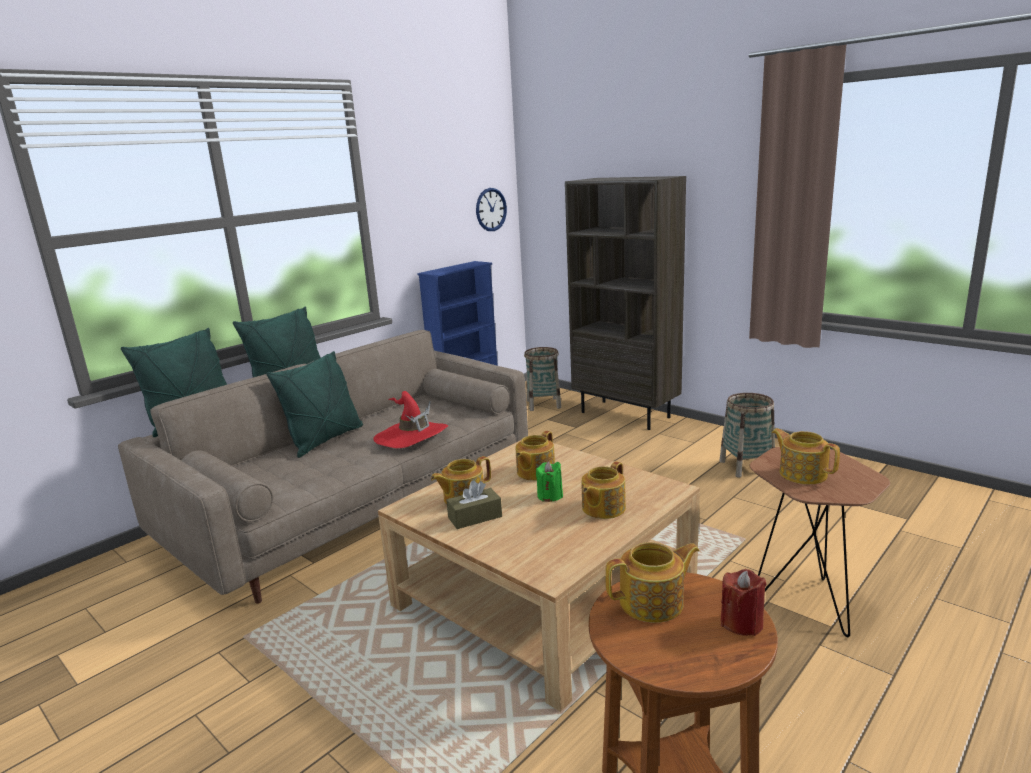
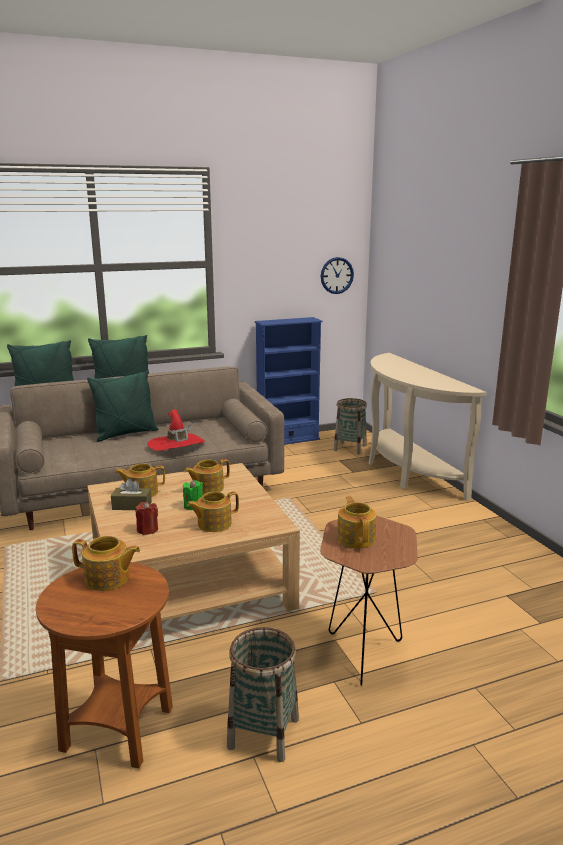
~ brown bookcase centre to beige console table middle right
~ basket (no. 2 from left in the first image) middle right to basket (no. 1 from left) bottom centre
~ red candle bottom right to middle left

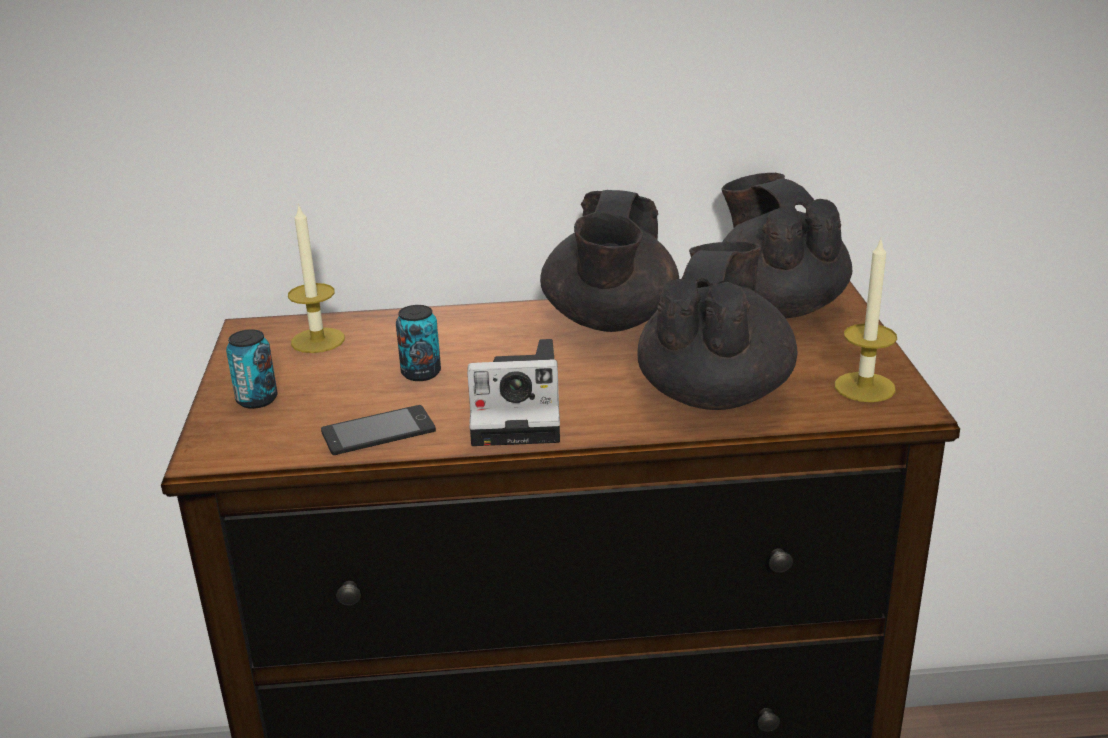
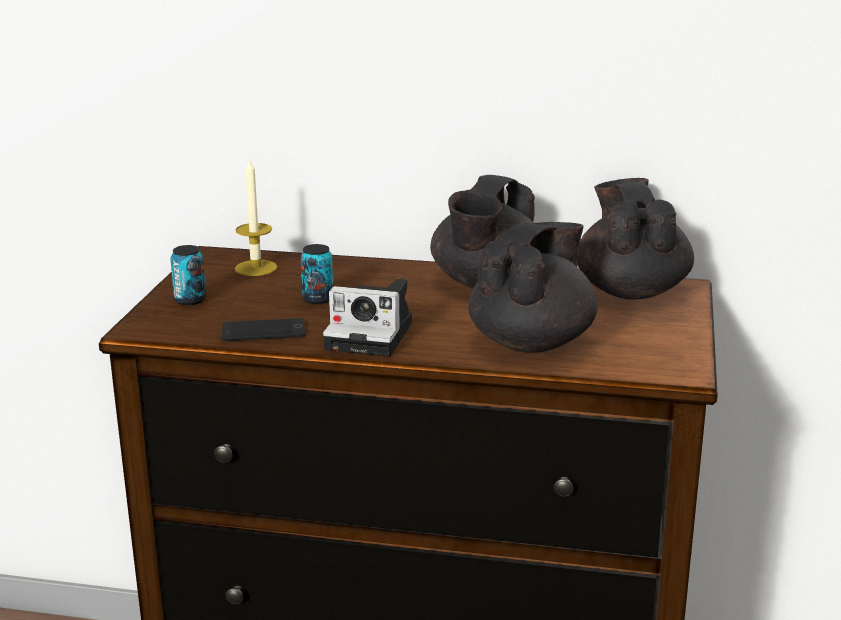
- candle (no. 2 from left) middle right

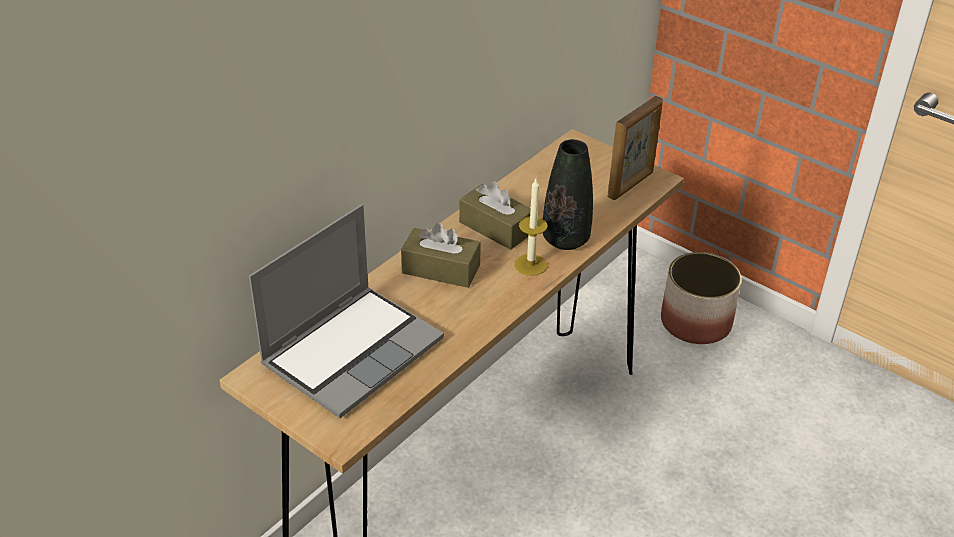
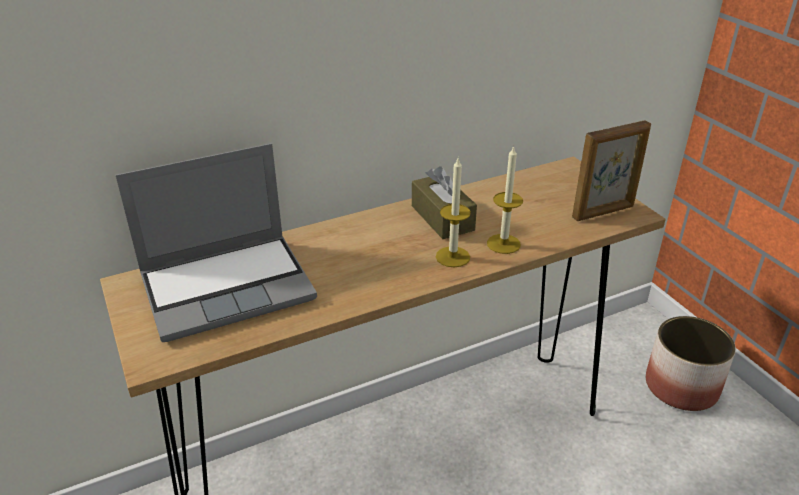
- brown tissue box (no. 1 from left) centre
~ black vase centre to candle (no. 2 from left) centre

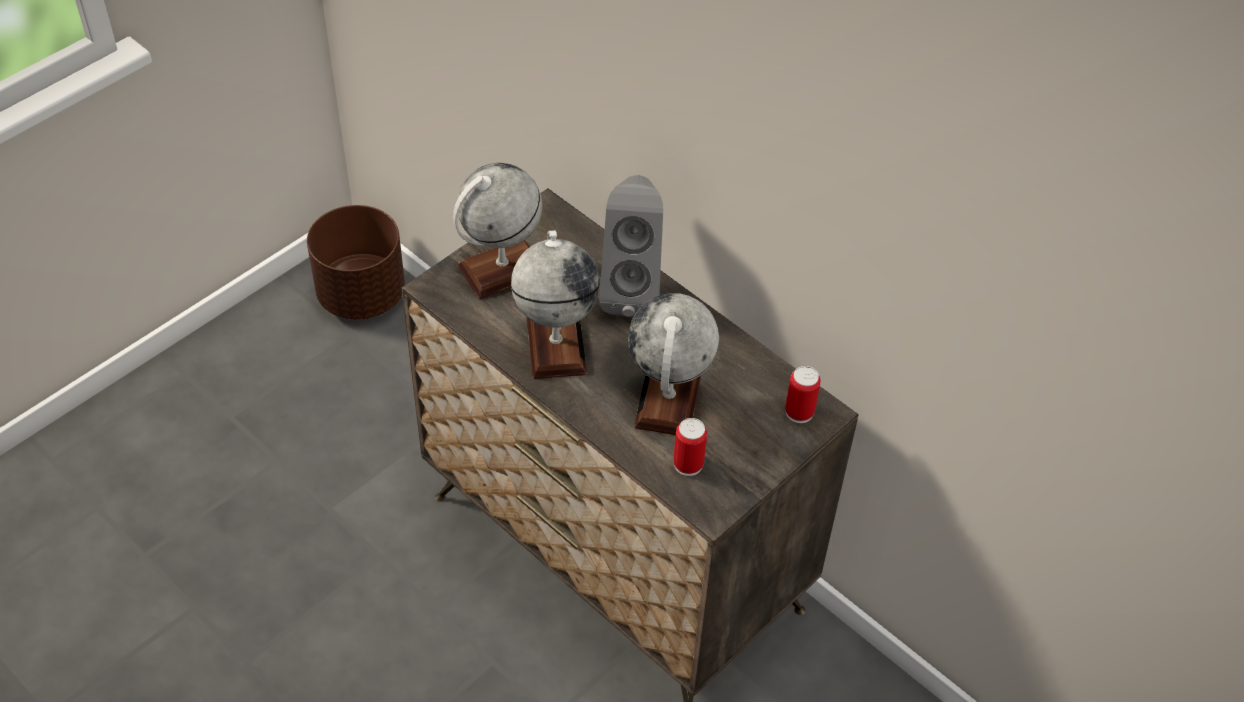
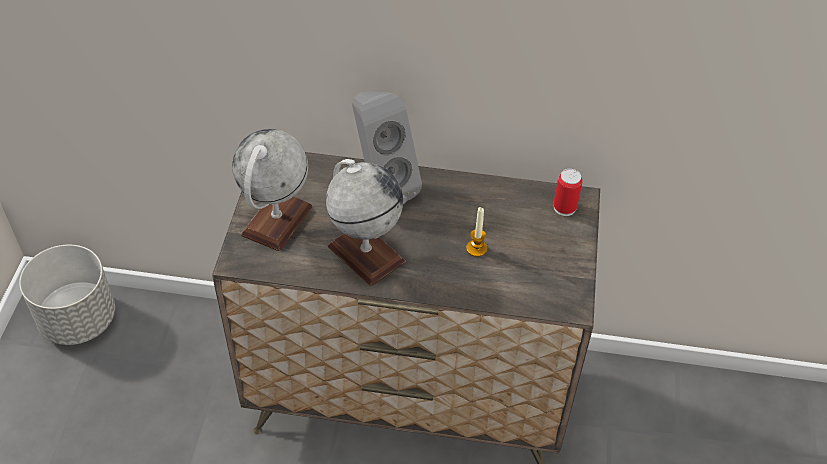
~ brown planter middle left to grey planter middle left
~ globe (no. 3 from left) centre to candle centre
- can (no. 1 from left) centre

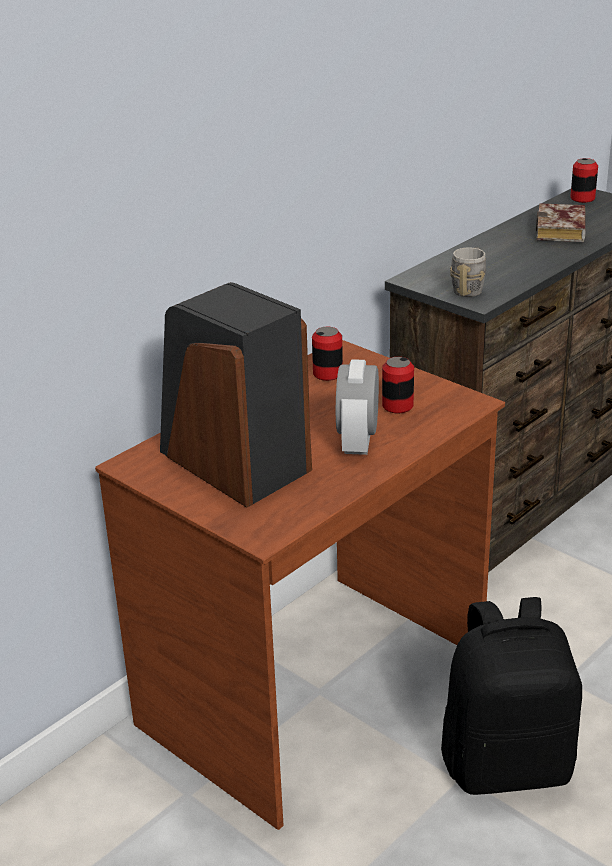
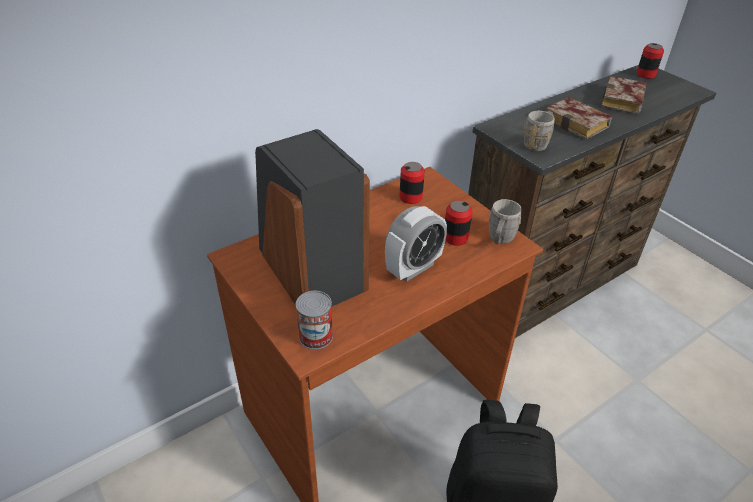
~ alarm clock centre = centre 150 degrees counterclockwise
+ can (no. 1 from left) centre
+ grey mug (no. 1 from left) middle right
+ book (no. 1 from left) top right

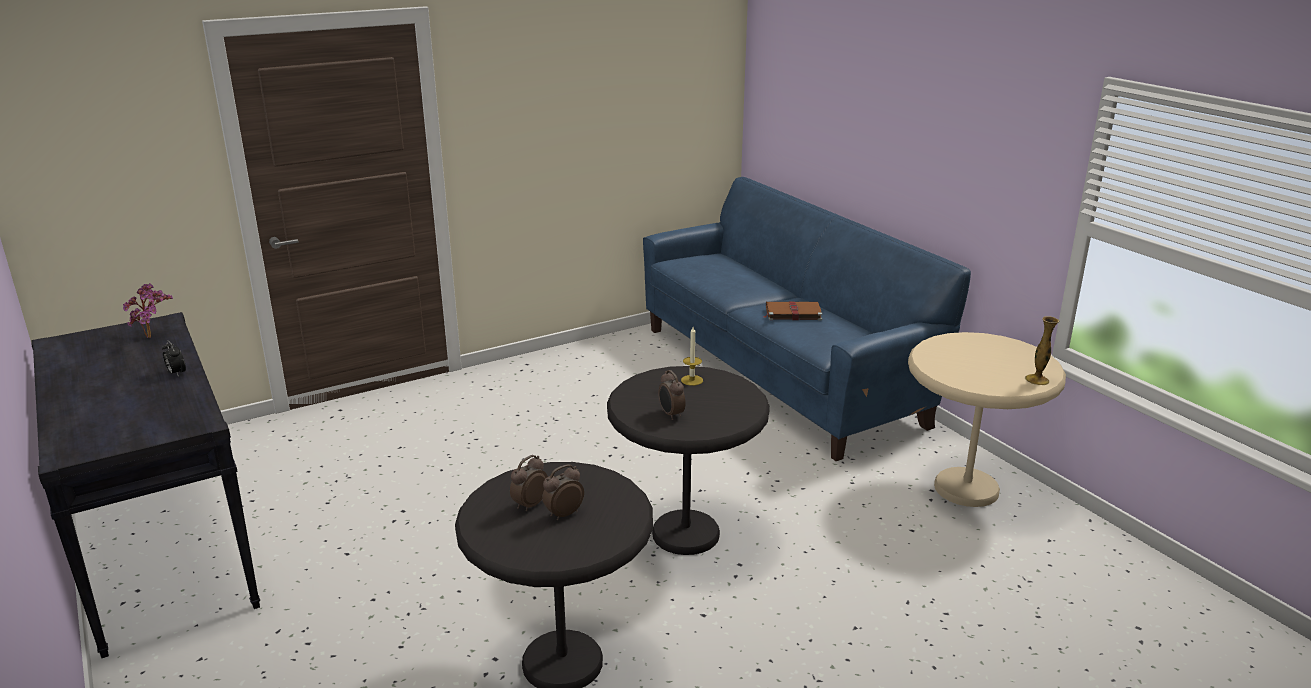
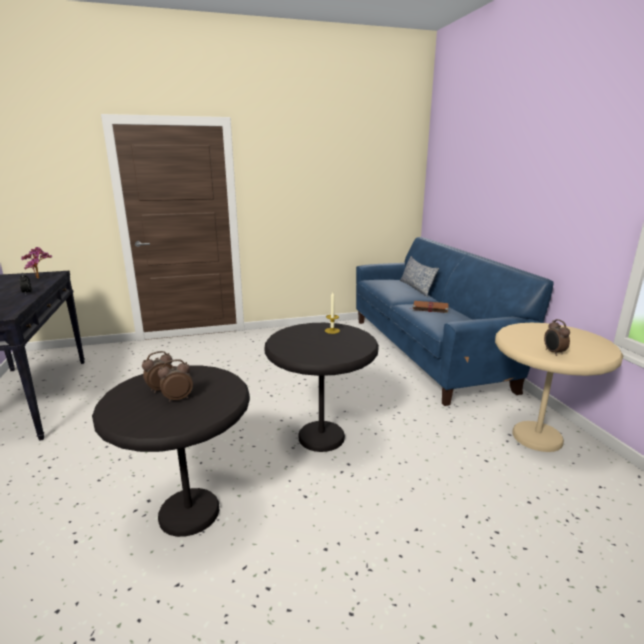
~ alarm clock (no. 4 from left) centre to middle right
- vase middle right
+ pillow centre

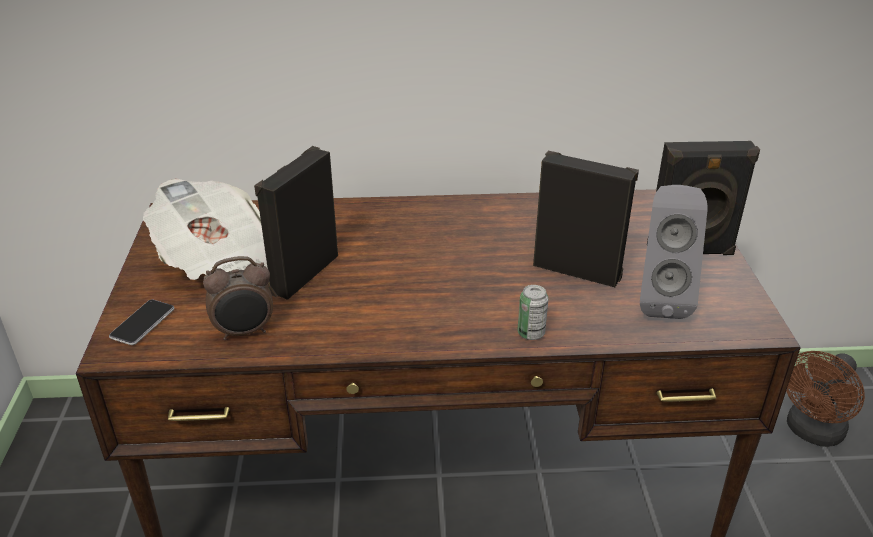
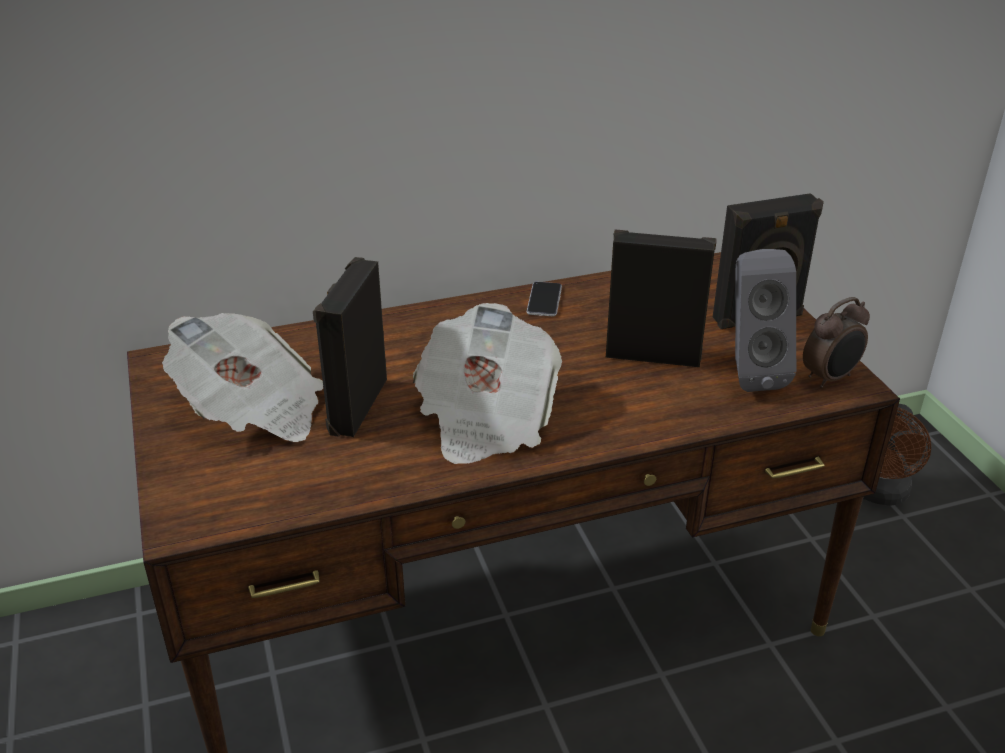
~ phone middle left to centre
~ alarm clock middle left to middle right
- can centre
+ newspaper (no. 2 from left) centre

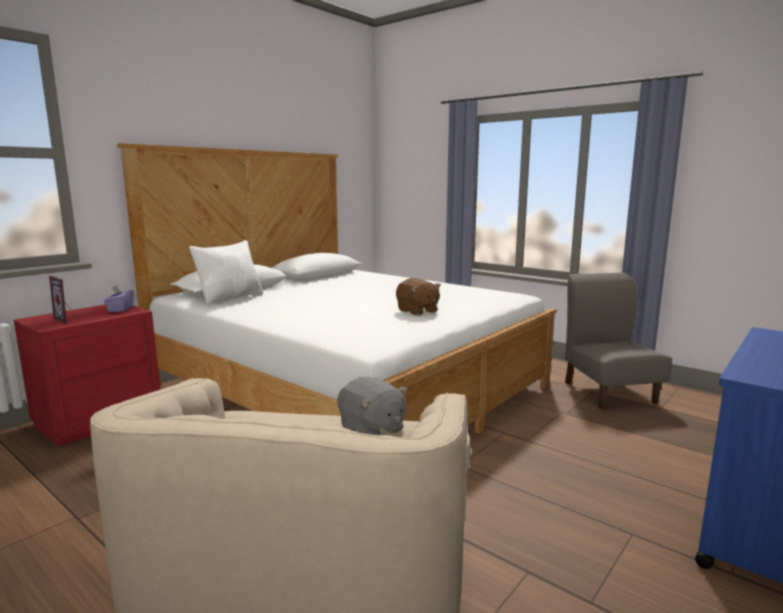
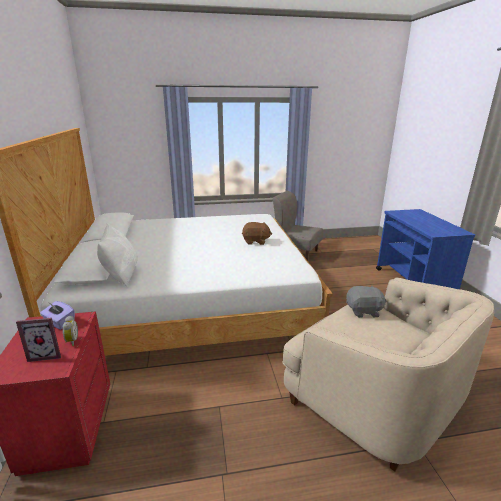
+ alarm clock middle left

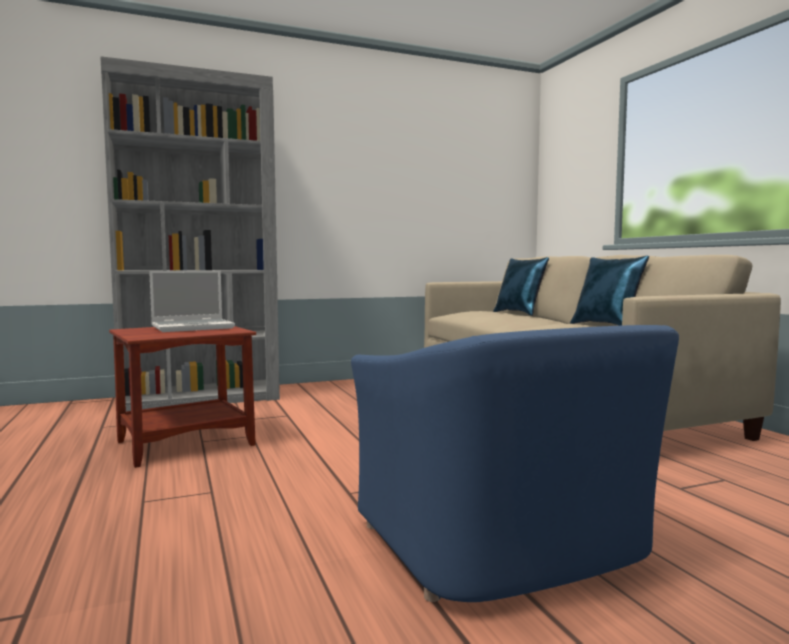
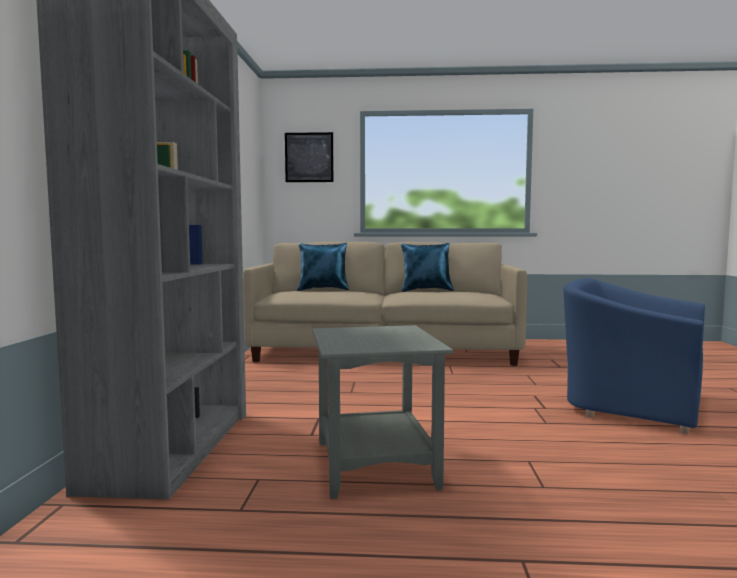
~ brown side table middle left to grey side table bottom centre
- laptop middle left
~ blue armchair bottom centre = middle right 150 degrees counterclockwise
+ picture top centre

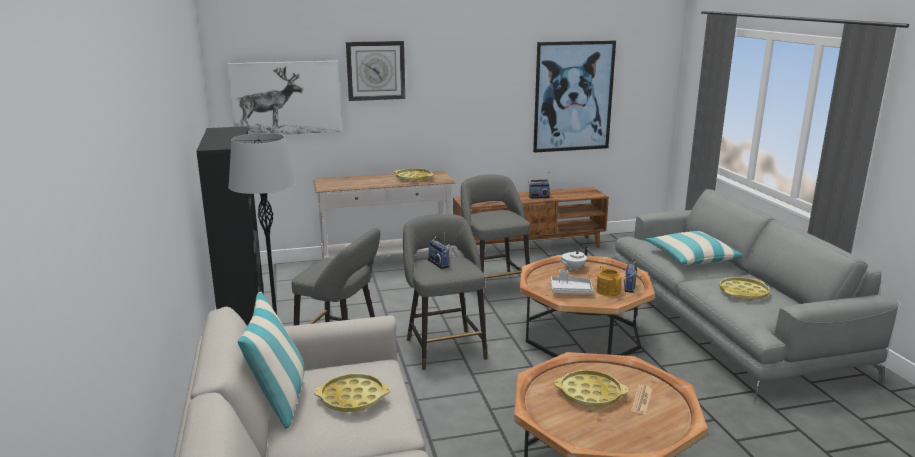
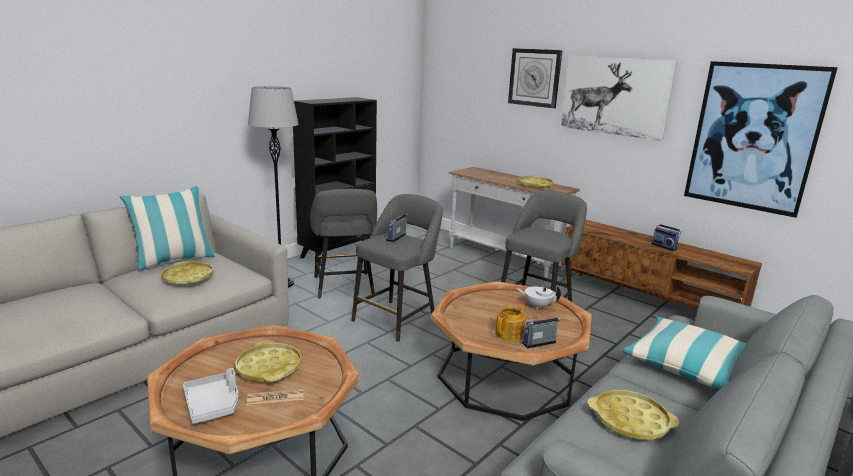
~ picture (no. 1 from left) top left to top right
~ grey tray centre to bottom left

